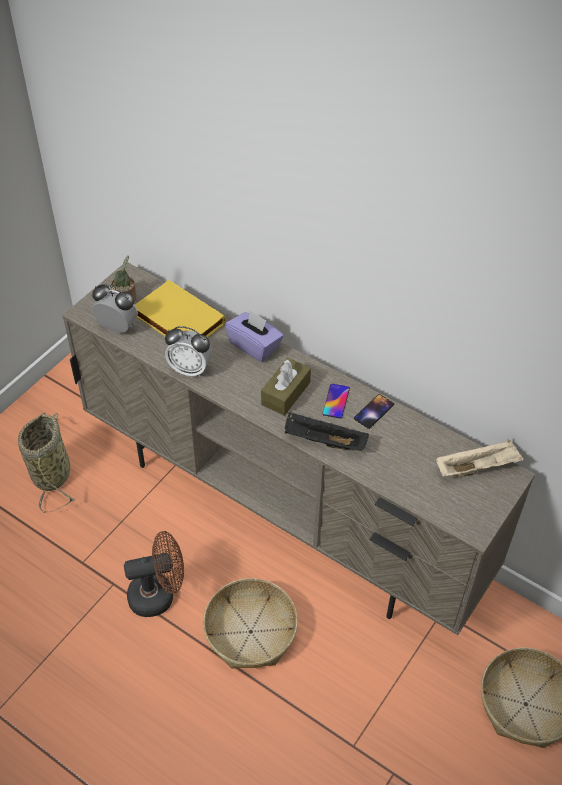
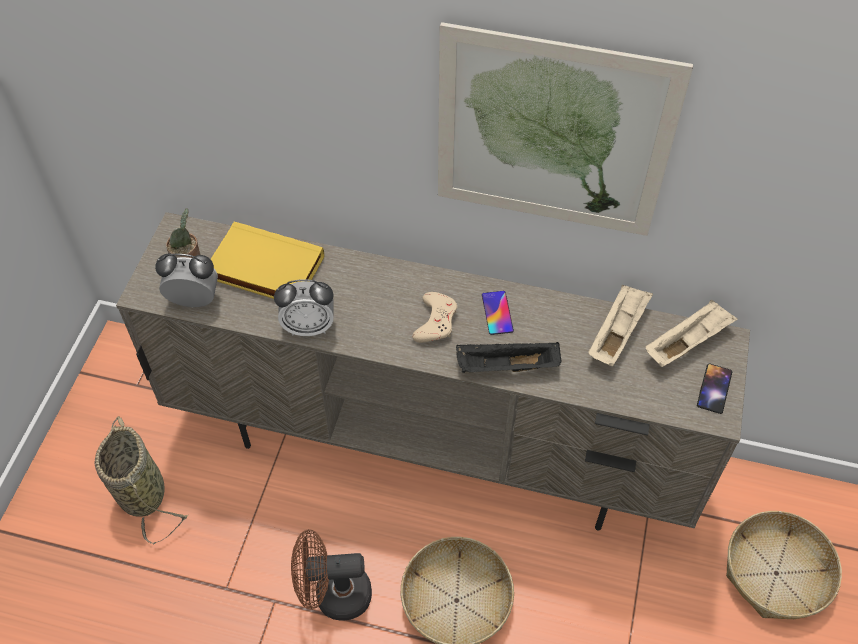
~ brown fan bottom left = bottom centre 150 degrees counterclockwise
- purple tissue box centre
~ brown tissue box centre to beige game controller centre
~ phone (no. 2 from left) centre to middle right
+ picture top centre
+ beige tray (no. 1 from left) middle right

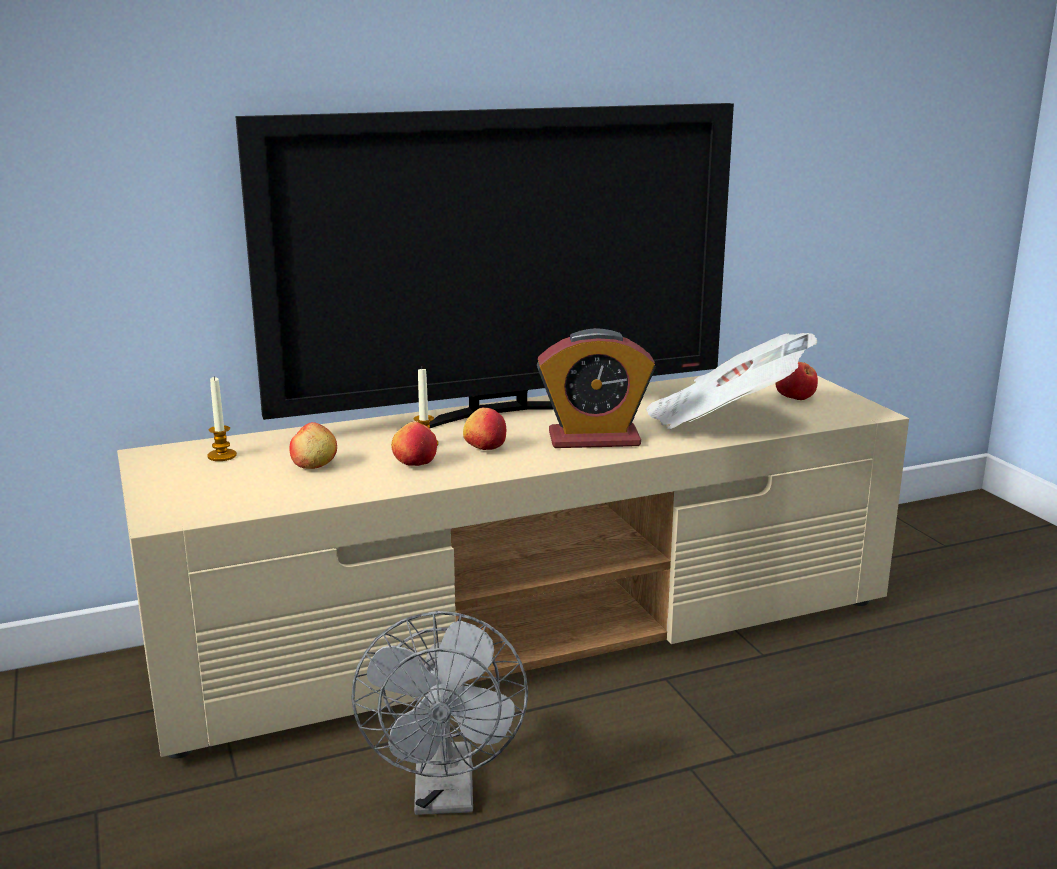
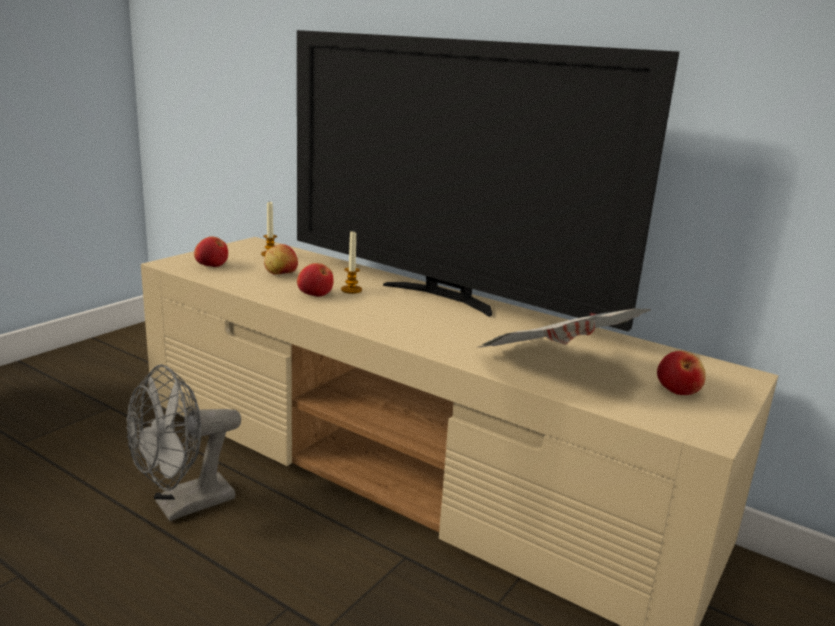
~ apple (no. 3 from left in the first image) centre to apple (no. 1 from left) middle left
- alarm clock centre

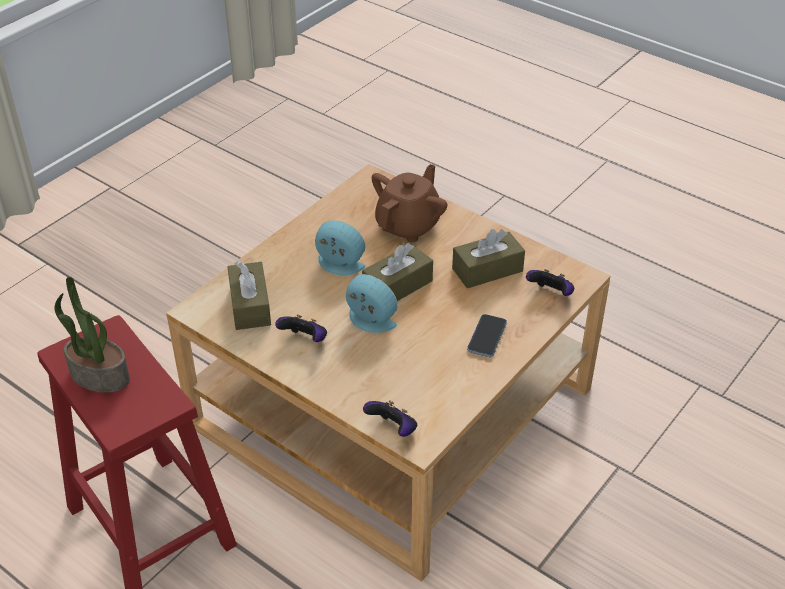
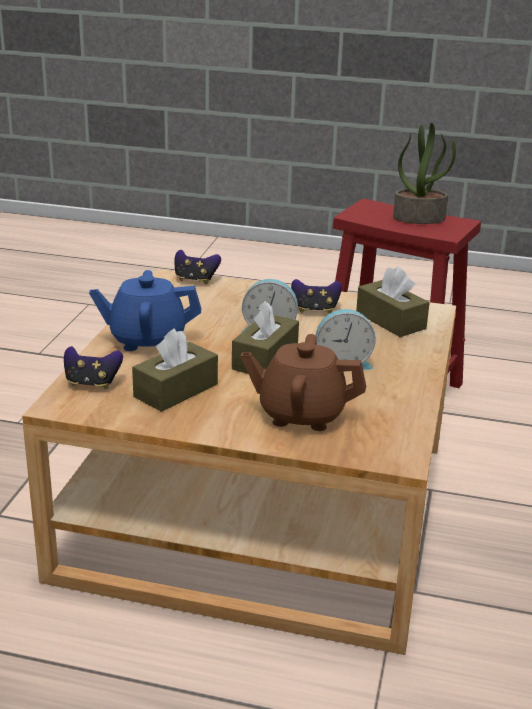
~ brown teapot centre = centre 90 degrees clockwise
~ phone centre to blue teapot middle left

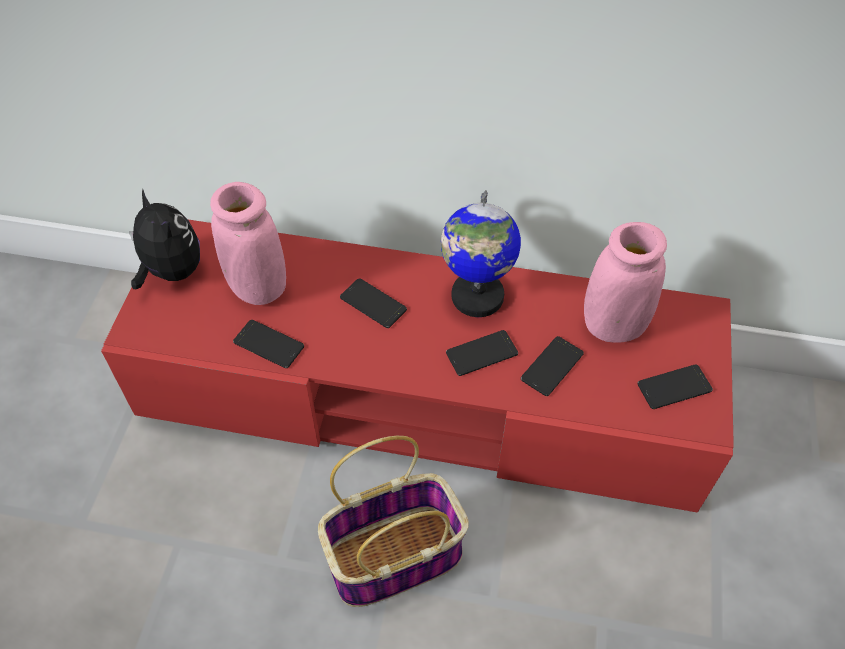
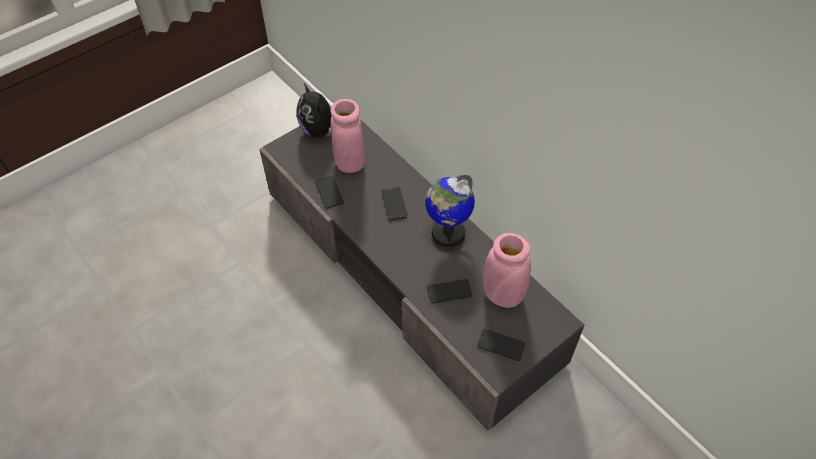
~ red tv stand centre to grey tv stand centre
~ plush toy middle left = top centre 150 degrees clockwise
- basket bottom centre
- phone (no. 3 from left) centre

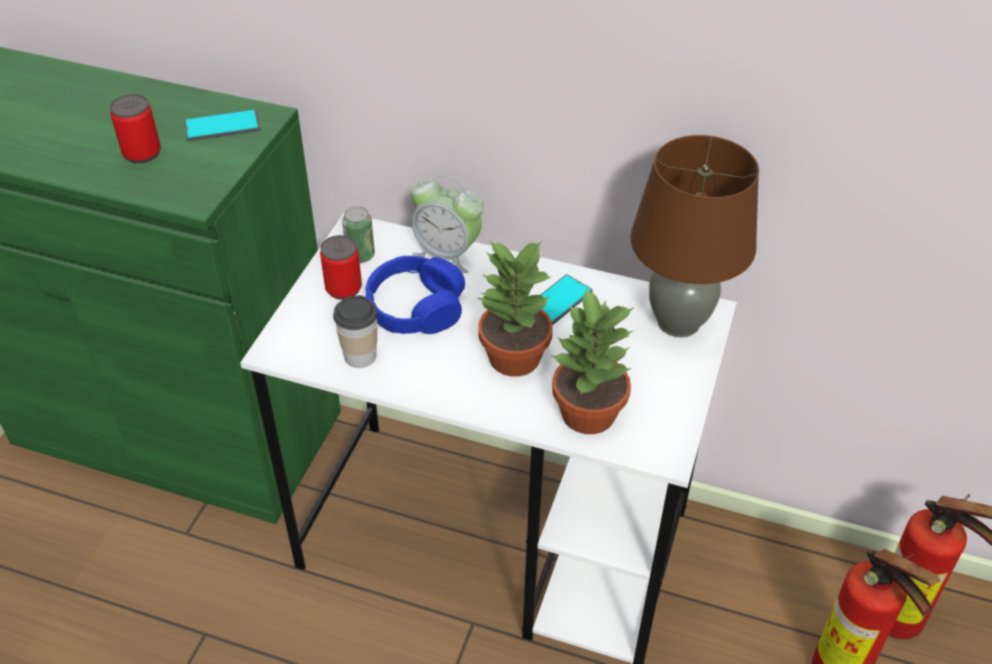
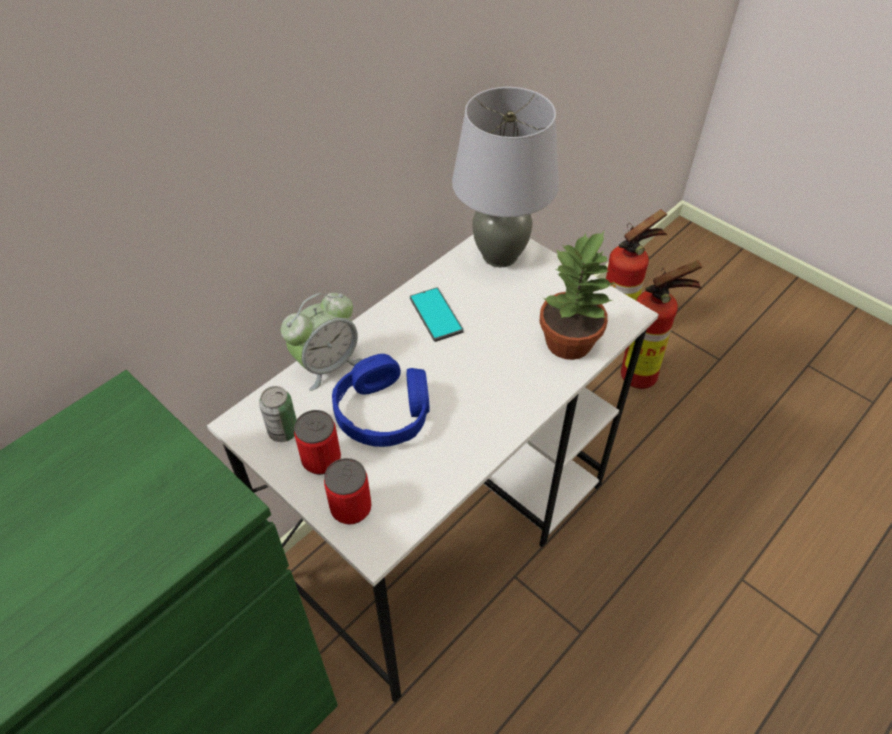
~ can (no. 1 from left in the first image) top left to can (no. 3 from left) bottom centre
- phone (no. 1 from left) top left
- cup centre
- potted plant (no. 1 from left) centre
~ brown table lamp middle right to grey table lamp top centre

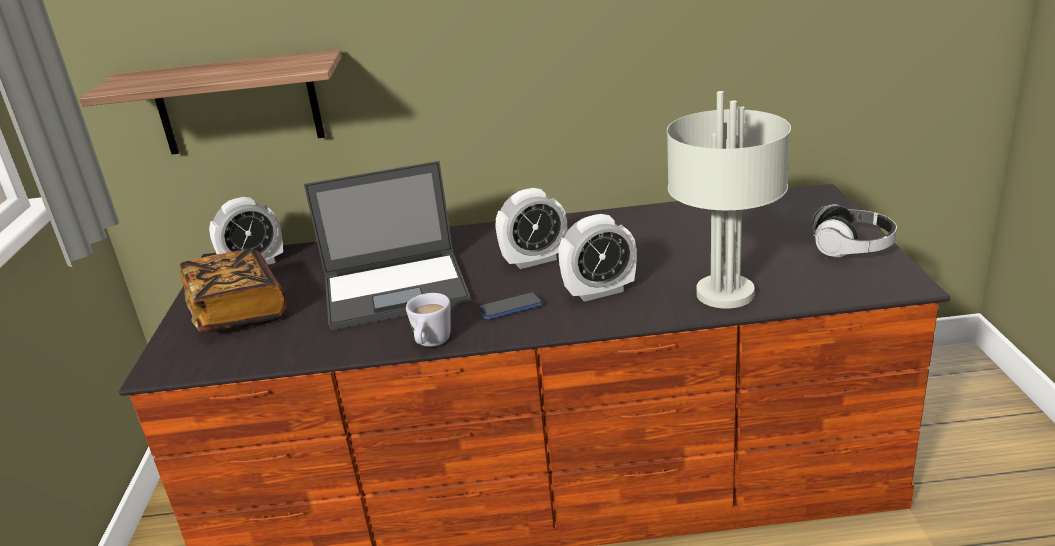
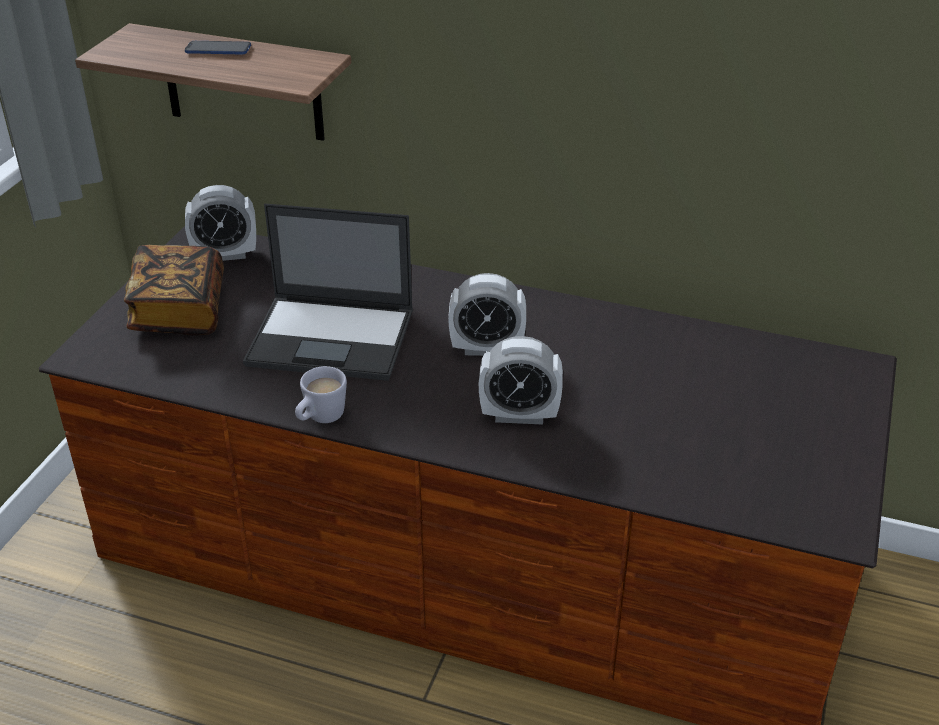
~ phone centre to top left
- grey table lamp middle right
- headphones middle right

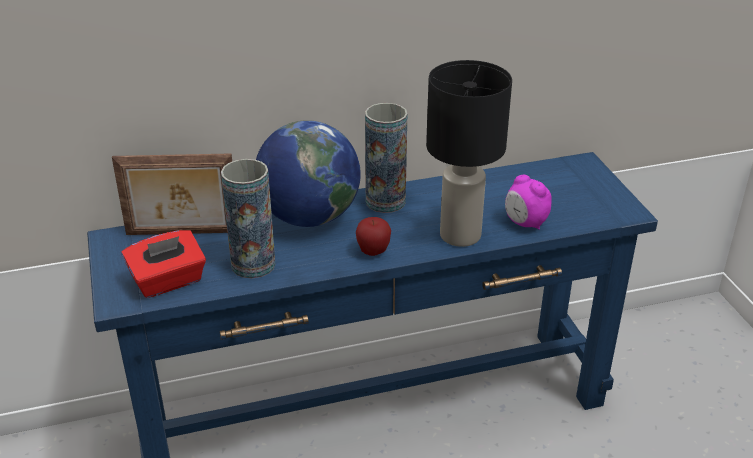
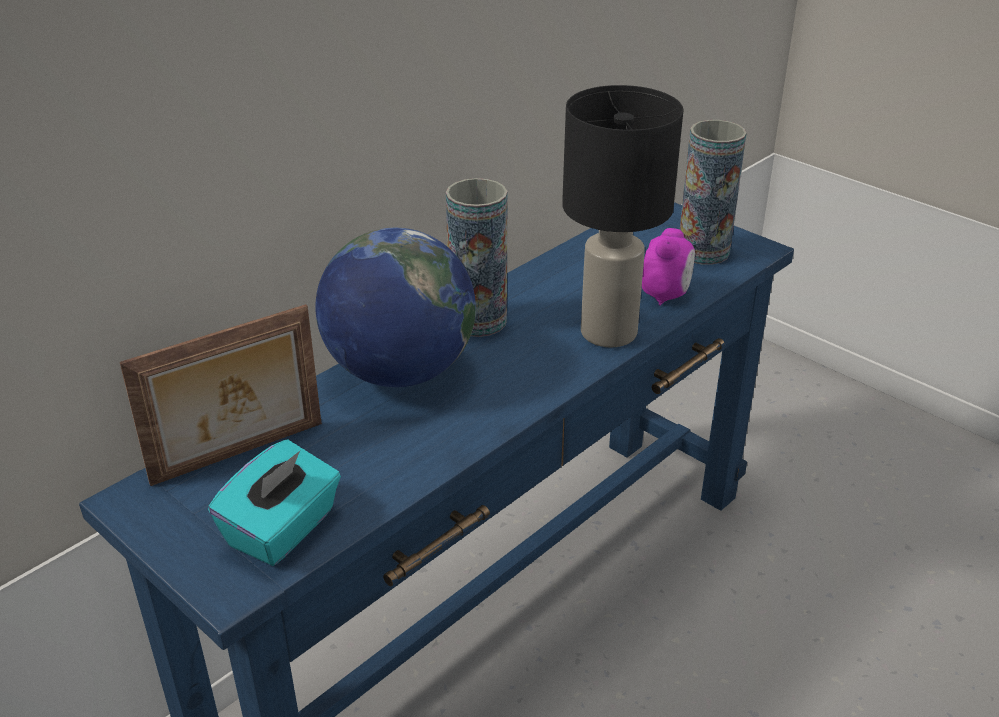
~ red tissue box middle left to turquoise tissue box bottom left
~ vase (no. 1 from left in the first image) middle left to vase (no. 2 from left) top right
- apple centre
~ alarm clock middle right = middle right 90 degrees counterclockwise

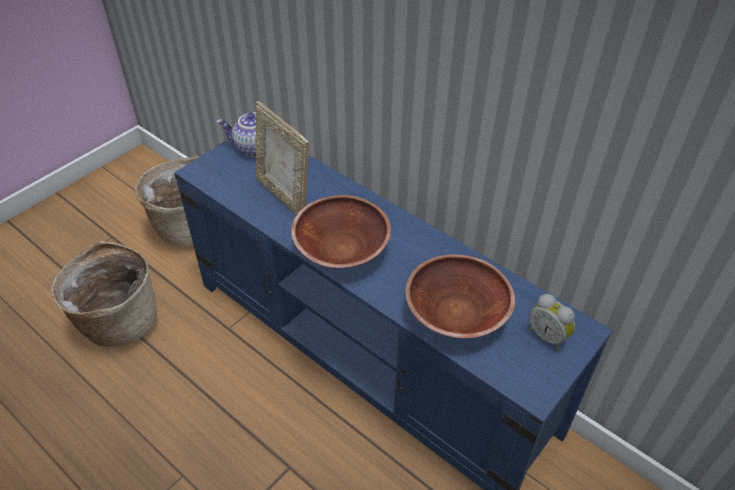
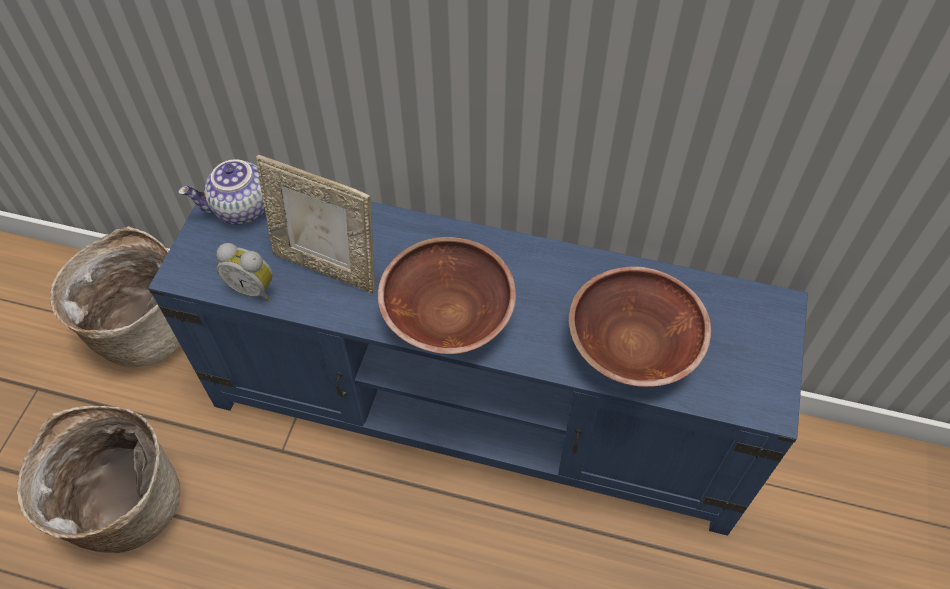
~ alarm clock middle right to middle left

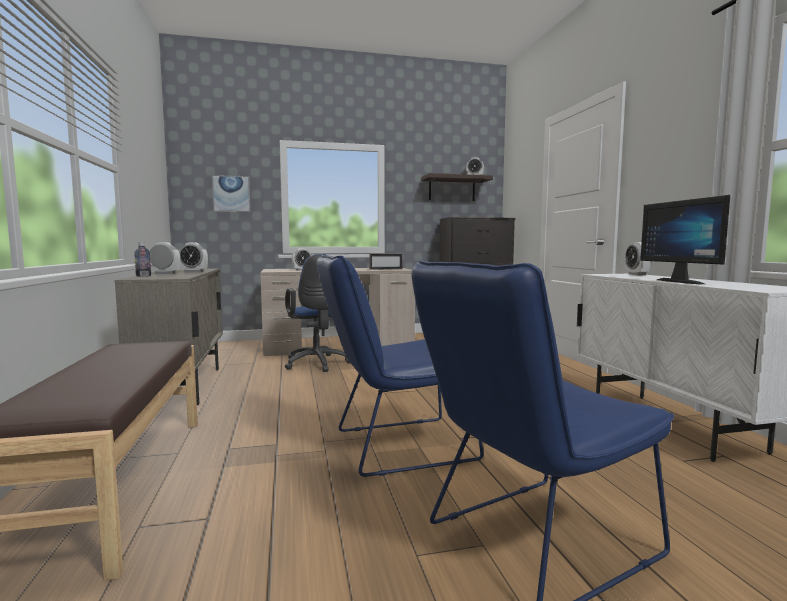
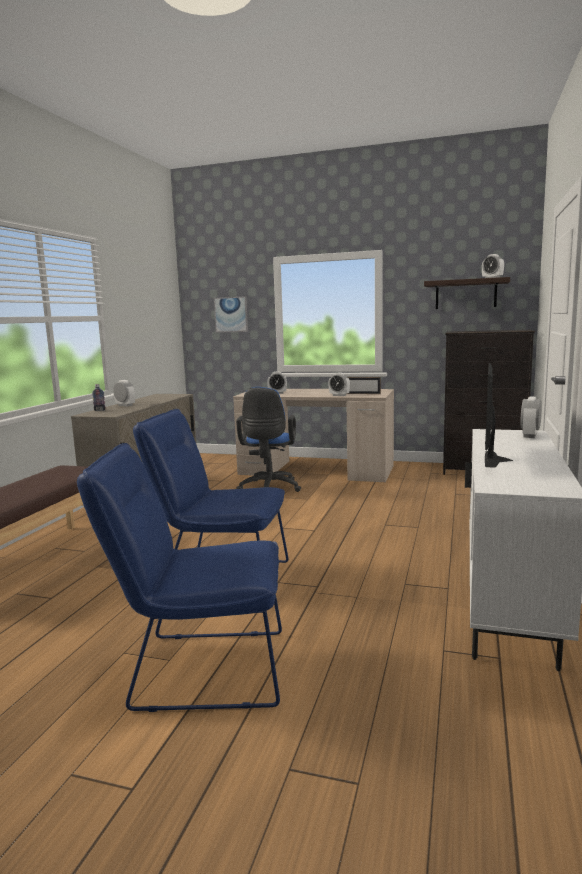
~ alarm clock (no. 2 from left in the first image) middle left to alarm clock (no. 3 from left) centre

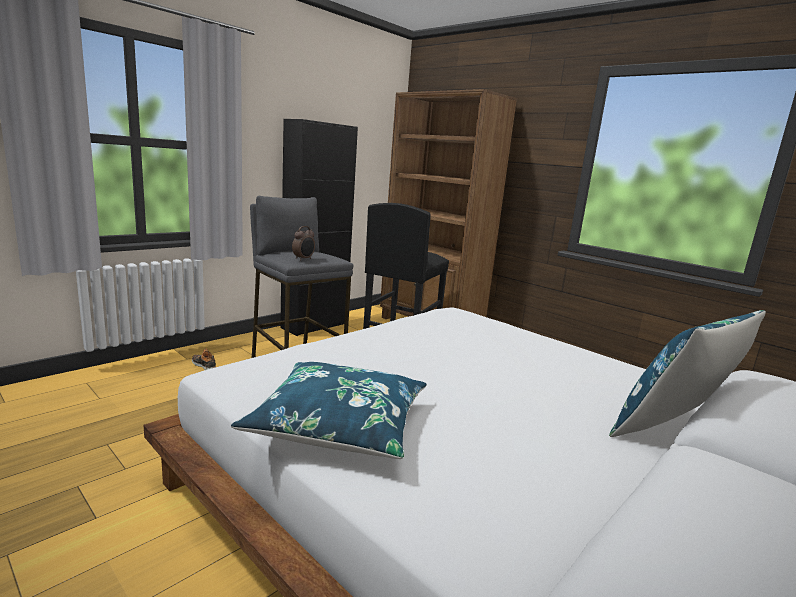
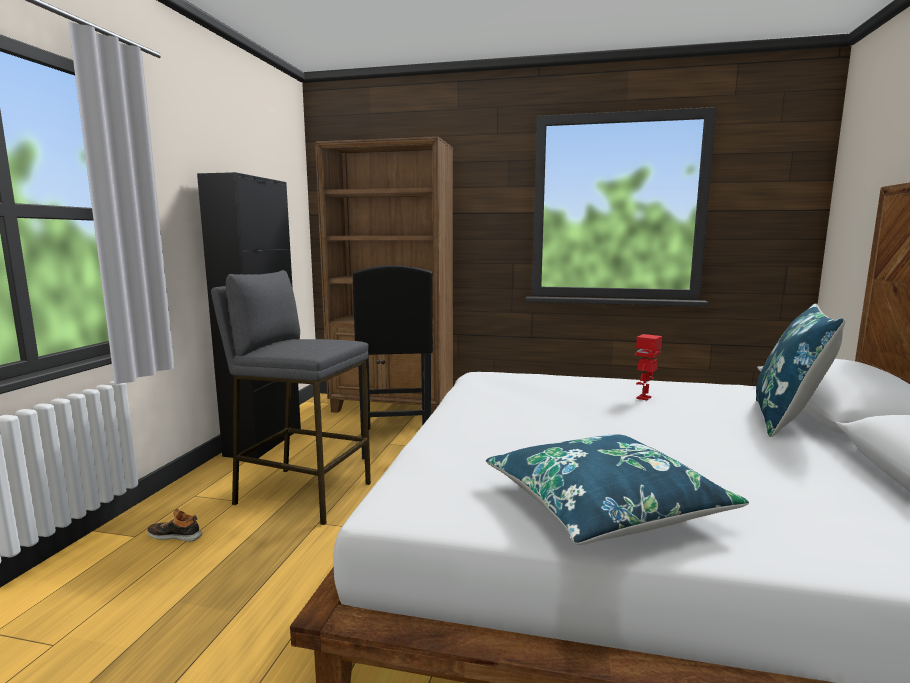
- alarm clock centre
+ toy robot middle right

